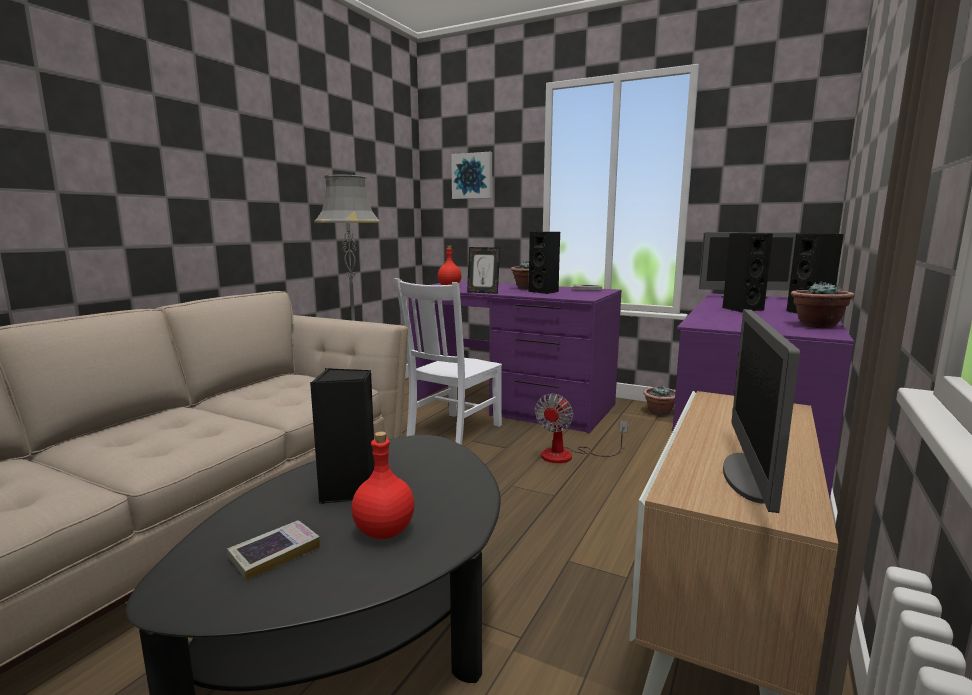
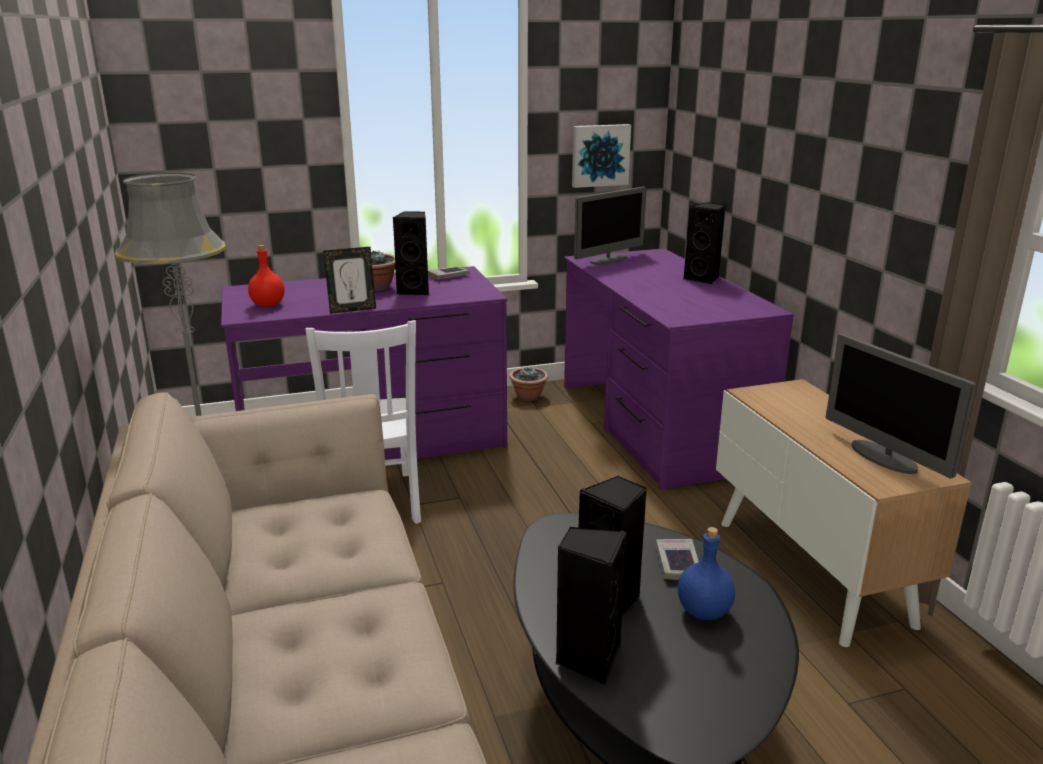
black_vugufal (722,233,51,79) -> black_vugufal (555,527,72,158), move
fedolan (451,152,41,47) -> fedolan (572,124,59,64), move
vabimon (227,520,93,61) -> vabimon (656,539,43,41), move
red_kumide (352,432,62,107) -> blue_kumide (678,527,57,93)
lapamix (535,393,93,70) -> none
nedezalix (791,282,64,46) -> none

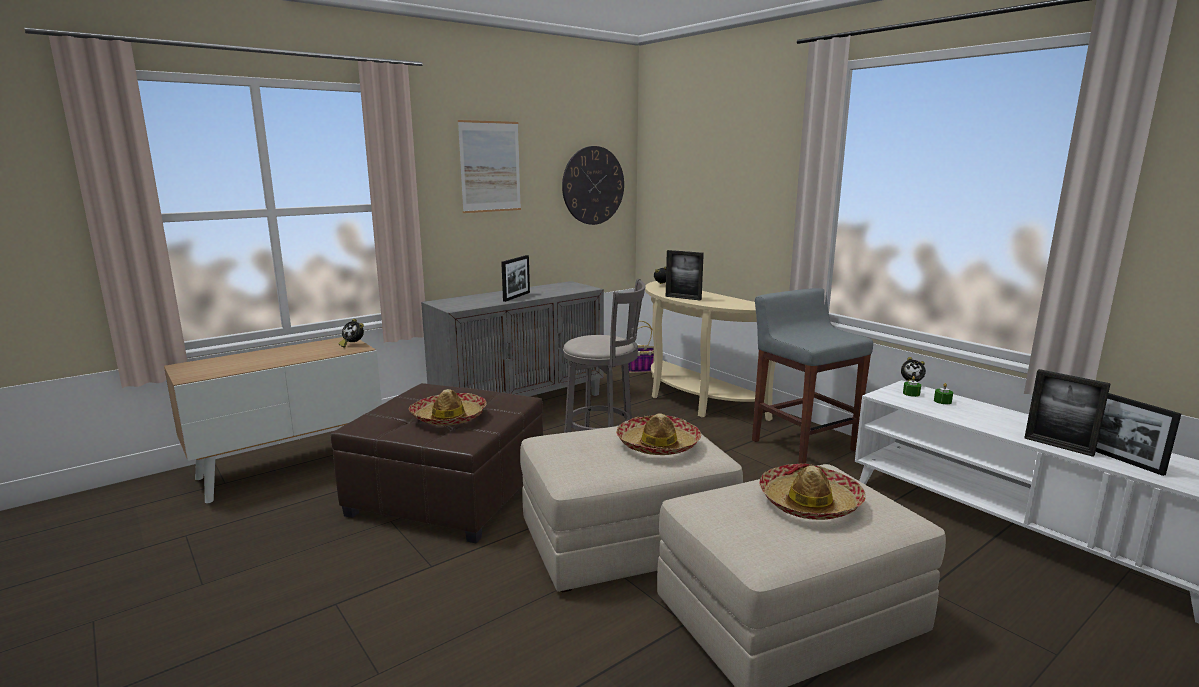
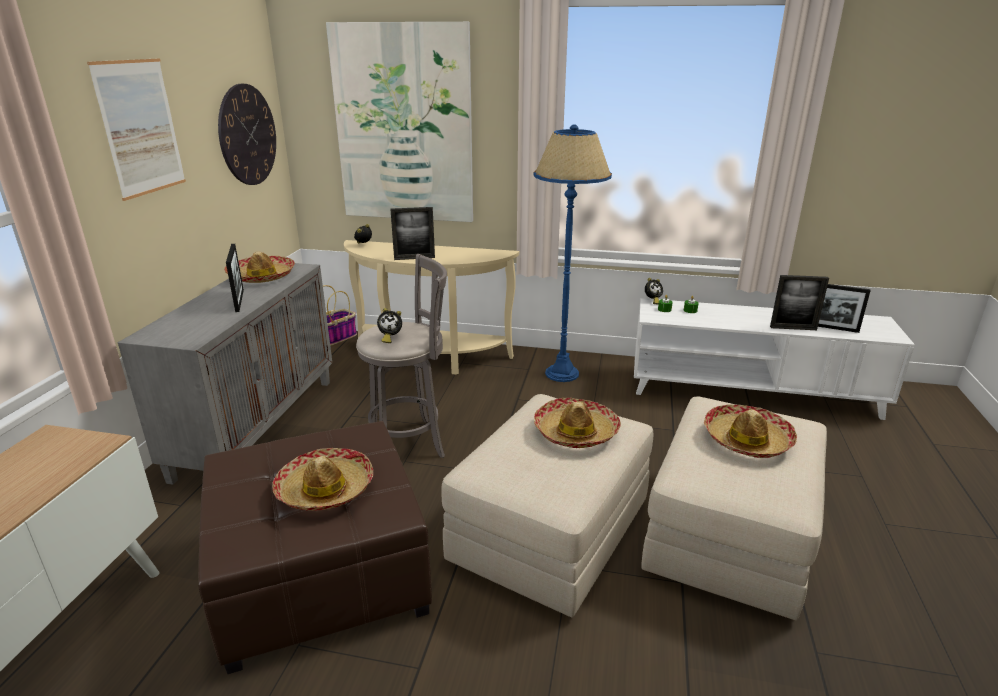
none -> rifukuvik (224,252,71,31)
none -> fedolan (326,22,147,200)
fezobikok (338,319,26,29) -> fezobikok (377,308,25,35), move
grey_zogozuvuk (752,288,121,176) -> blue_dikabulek (534,125,78,257)

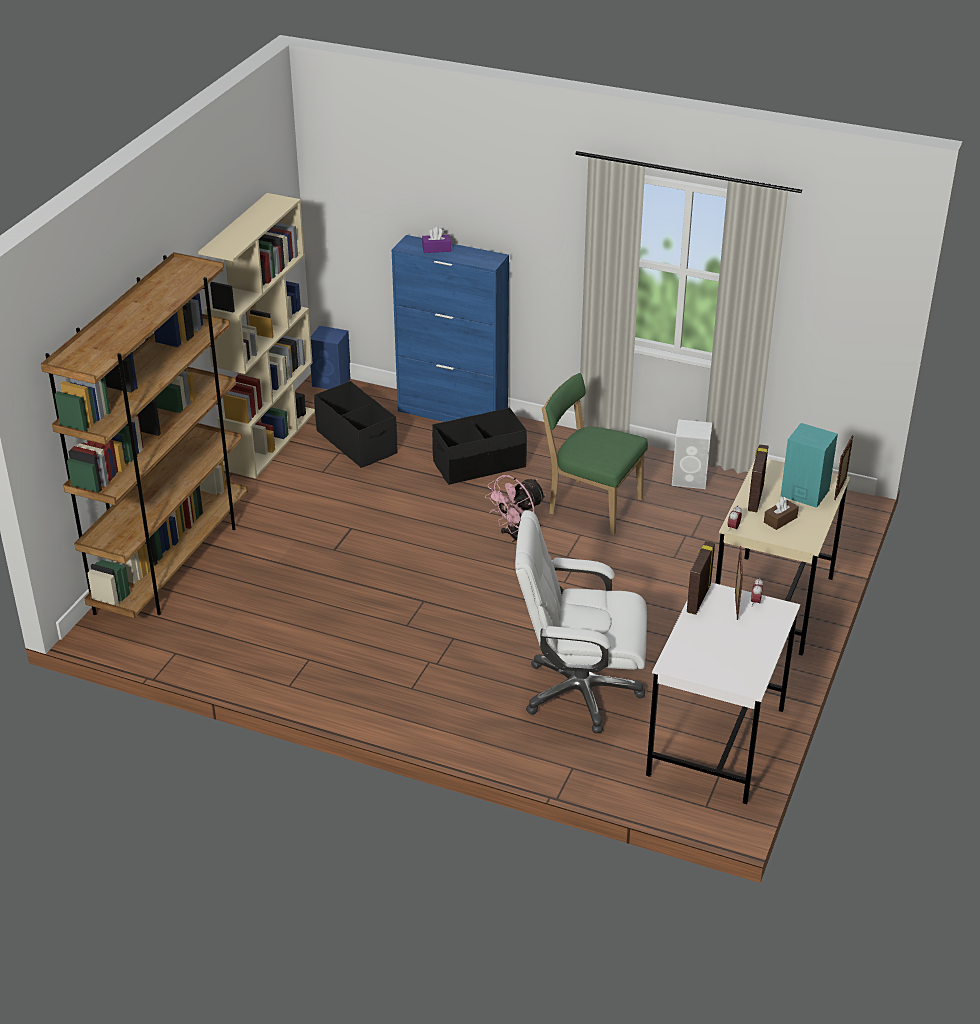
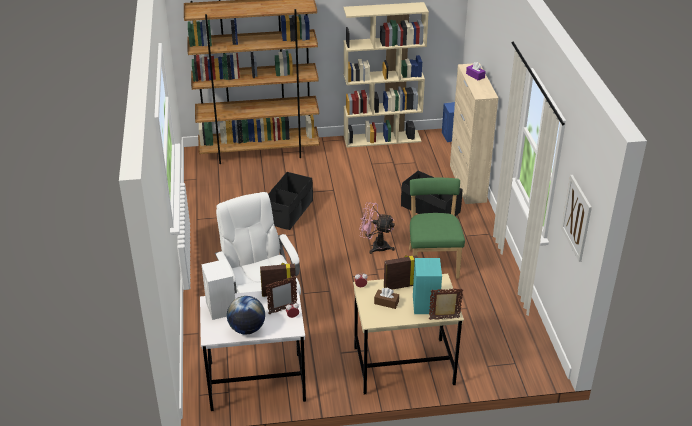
white_vugufal (672,419,40,70) -> white_vugufal (201,259,34,61), move
none -> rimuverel (227,296,38,38)
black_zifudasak (314,381,83,87) -> black_zifudasak (268,172,45,58), move
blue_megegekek (391,235,118,187) -> beige_megegekek (450,63,48,141)
none -> fedolan (561,175,31,87)

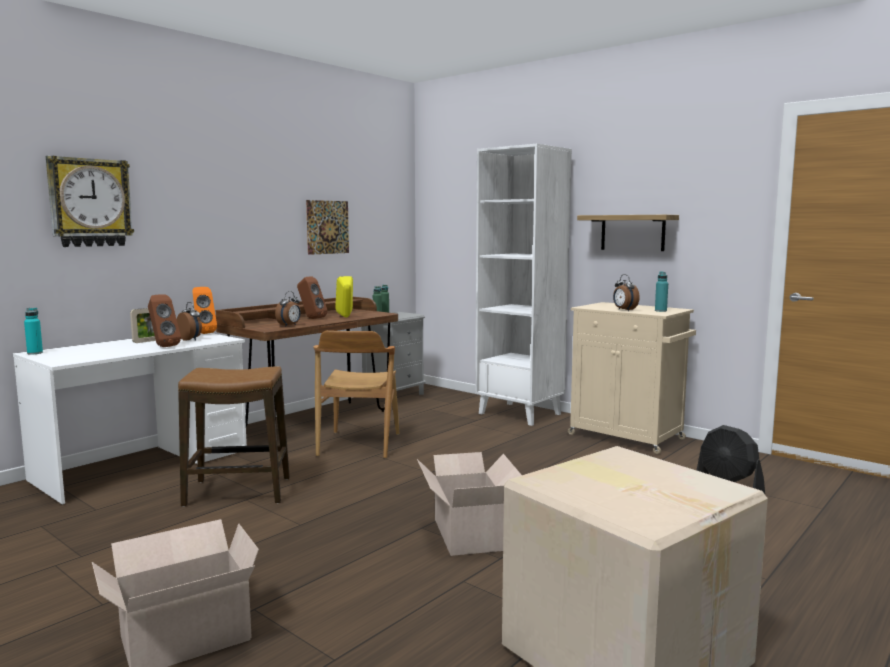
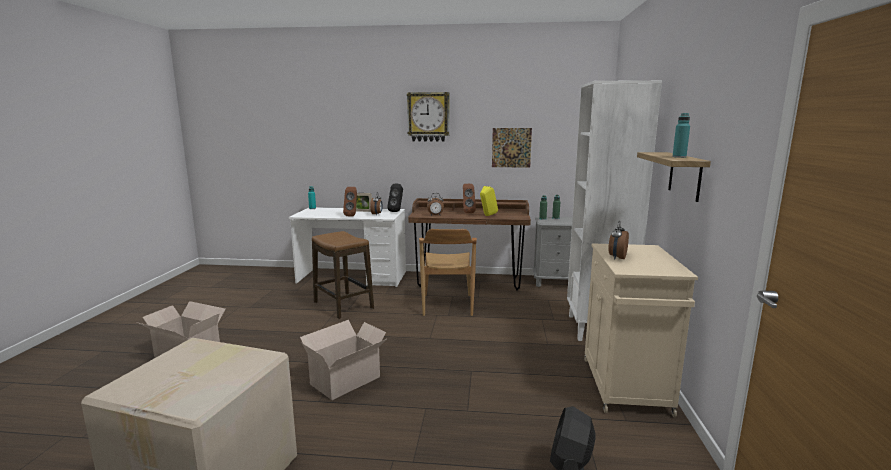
orange_vugufal (192,287,25,47) -> black_vugufal (387,184,16,28)
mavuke (46,156,88,91) -> mavuke (407,92,42,50), move
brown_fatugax (314,330,85,128) -> brown_fatugax (419,229,58,87), 60 degrees counterclockwise
turquoise_kumide (655,272,13,40) -> turquoise_kumide (672,113,18,45), move

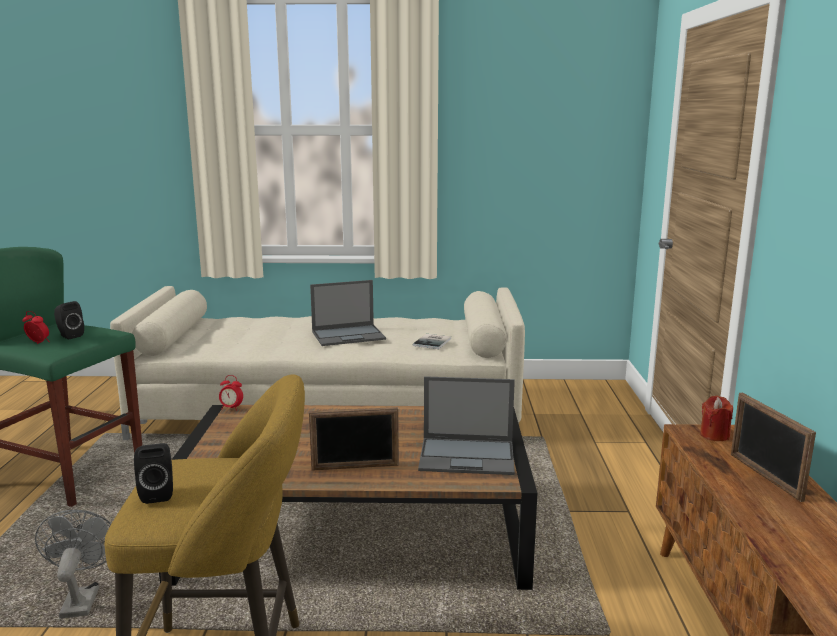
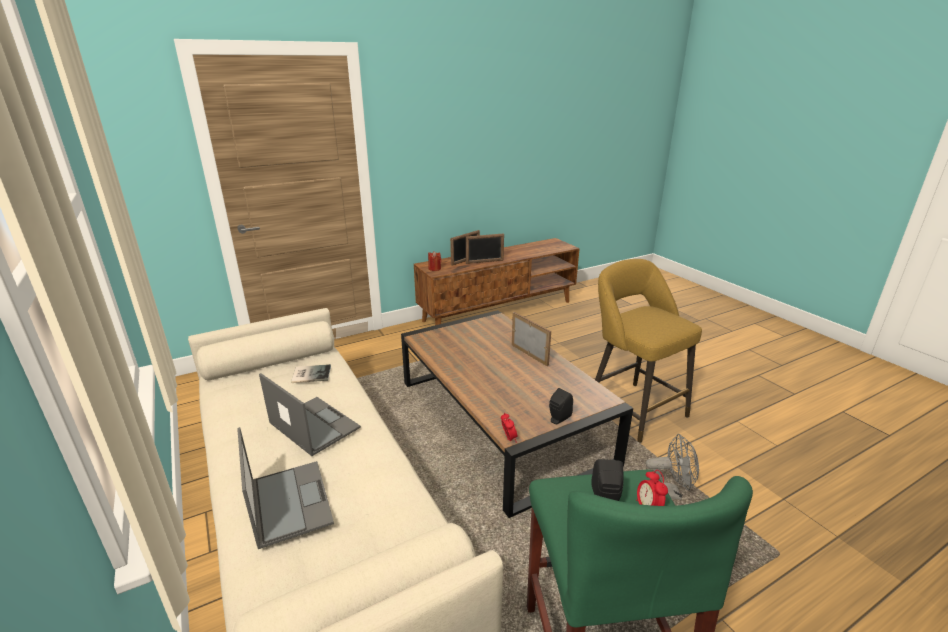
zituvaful (418,376,97,99) -> zituvaful (237,427,97,122), move
none -> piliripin (466,233,38,31)
black_vugufal (134,443,39,61) -> black_vugufal (549,388,24,36), move
grey_lapamix (35,510,76,108) -> grey_lapamix (646,434,53,66), 135 degrees counterclockwise

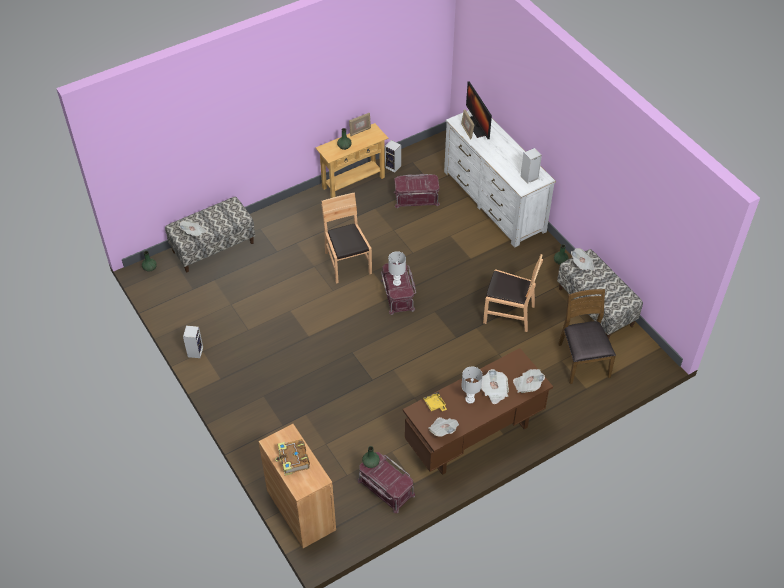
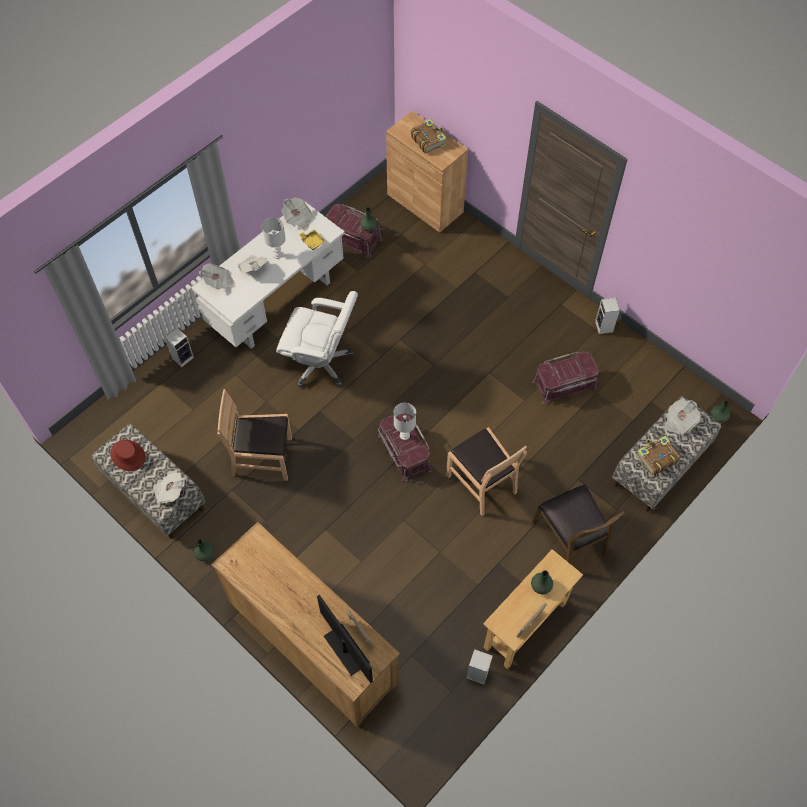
none -> red_rifukuvik (110,440,35,31)
vugufal (521,148,21,36) -> vugufal (165,328,29,39), move
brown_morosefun (403,348,150,127) -> white_morosefun (192,202,153,147)
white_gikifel (444,110,112,138) -> brown_gikifel (211,522,189,205)
none -> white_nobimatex (276,291,82,97)
red_zifudasak (394,174,46,34) -> red_zifudasak (532,351,67,54), move
brown_fatugax (558,289,58,95) -> brown_fatugax (533,484,92,80), move
none -> vabimon (636,436,44,39)

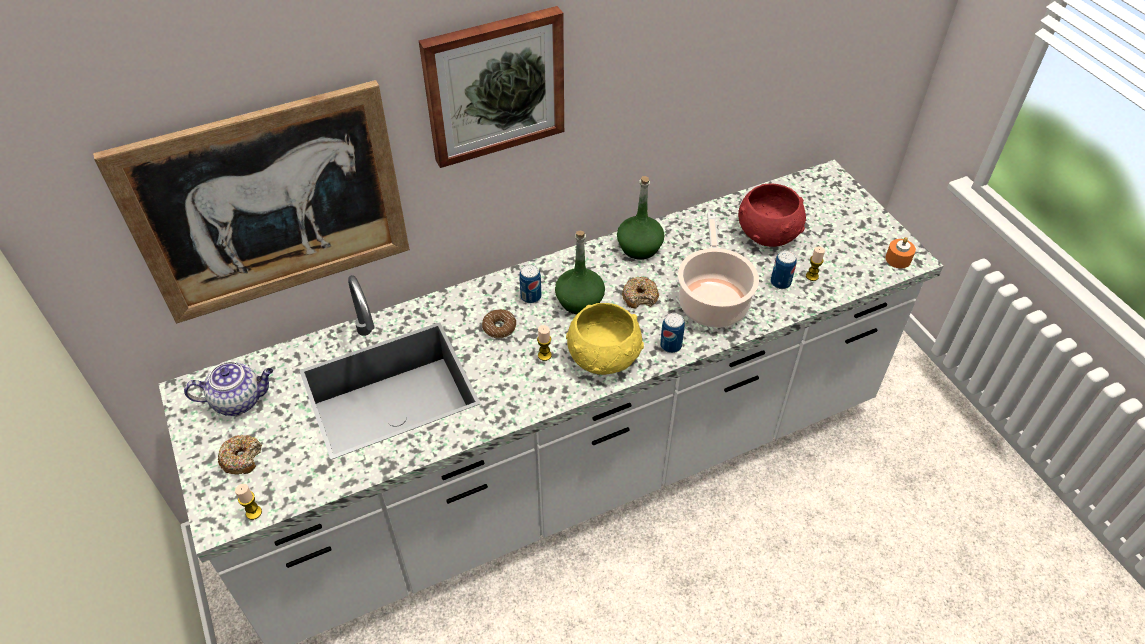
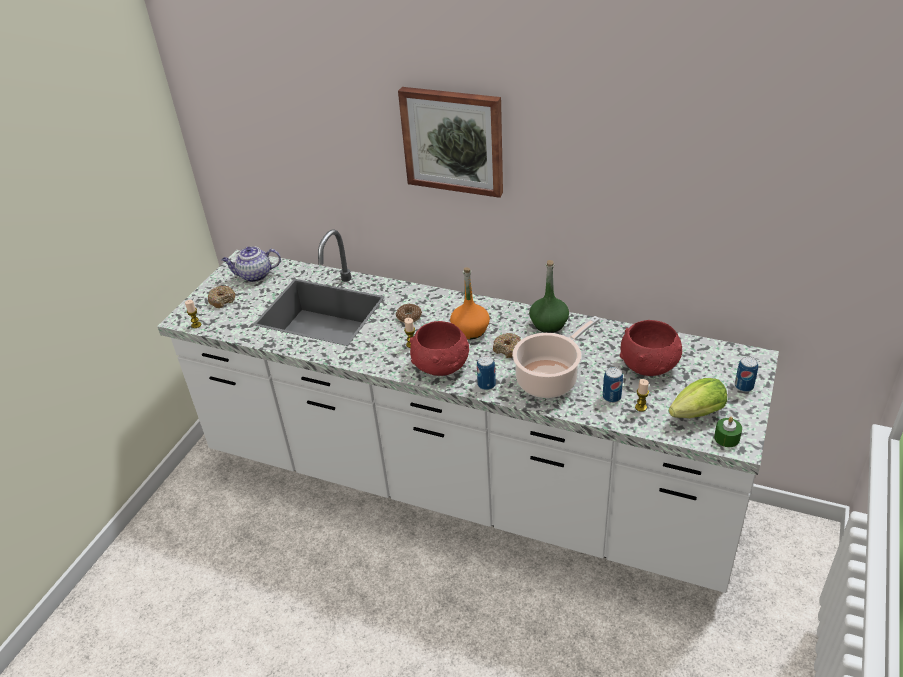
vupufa (184,362,89,54) -> vupufa (222,246,59,36), 135 degrees clockwise
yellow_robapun (566,303,78,72) -> red_robapun (410,321,59,55)
green_kumide (555,230,50,84) -> orange_kumide (450,267,40,72)
none -> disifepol (669,378,58,40)
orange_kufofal (885,237,31,31) -> green_kufofal (714,417,28,30)
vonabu (519,264,22,39) -> vonabu (735,356,23,36), move
fedolan (93,80,317,244) -> none

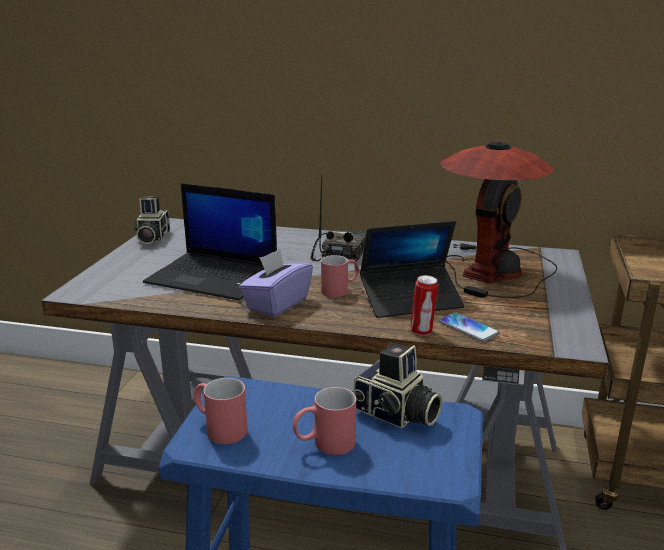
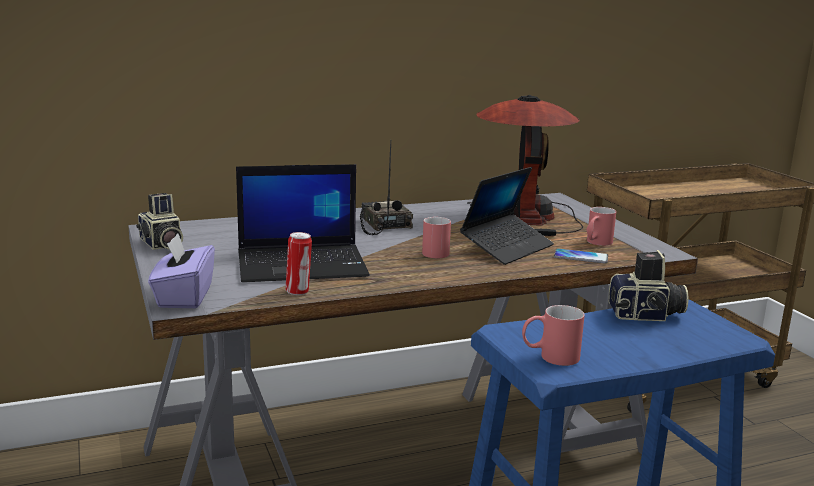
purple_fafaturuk (239,249,74,68) -> purple_fafaturuk (148,233,67,75), move
vonabu (410,275,28,61) -> vonabu (286,232,26,63), move
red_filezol (293,387,63,68) -> red_filezol (586,207,30,39), move

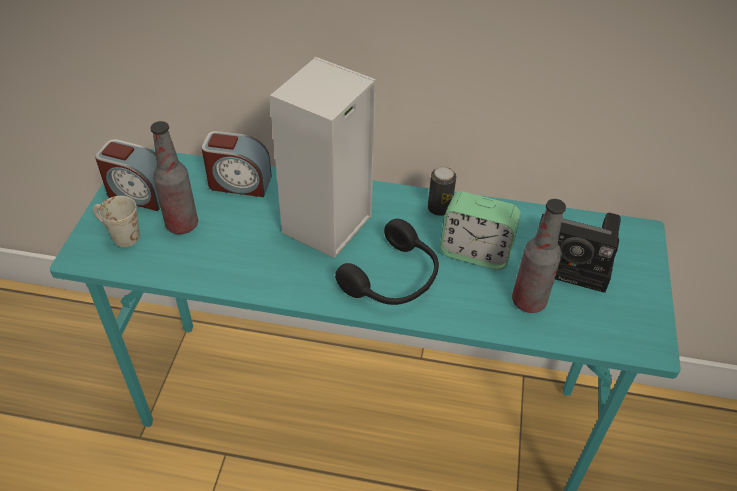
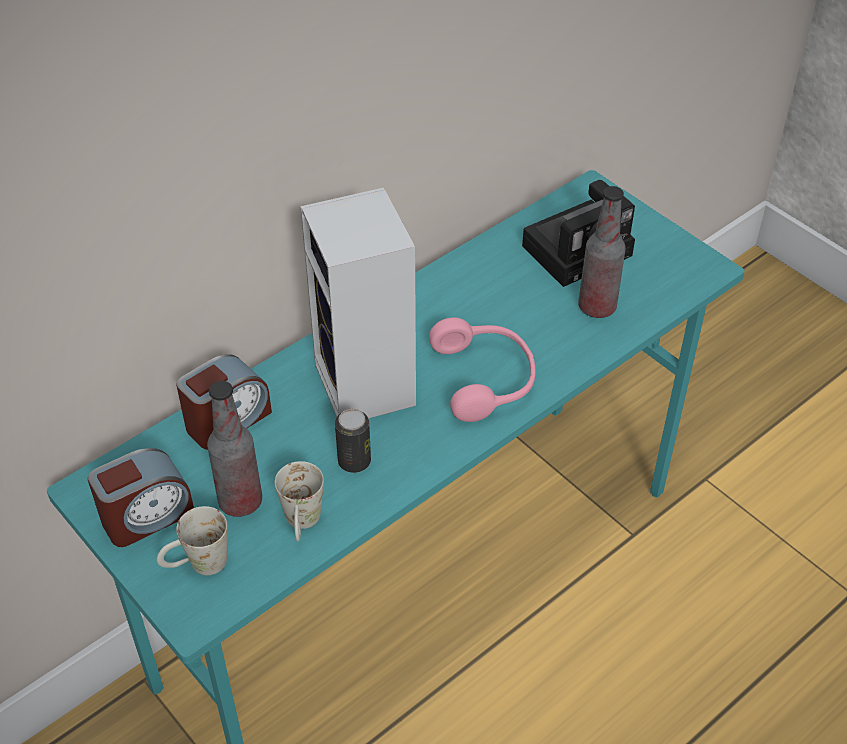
none -> white_filezol (275,461,49,81)
vonabu (428,166,28,50) -> vonabu (335,409,36,64), move
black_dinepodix (335,219,104,86) -> pink_dinepodix (429,317,107,105)
fezobikok (440,192,81,78) -> none

